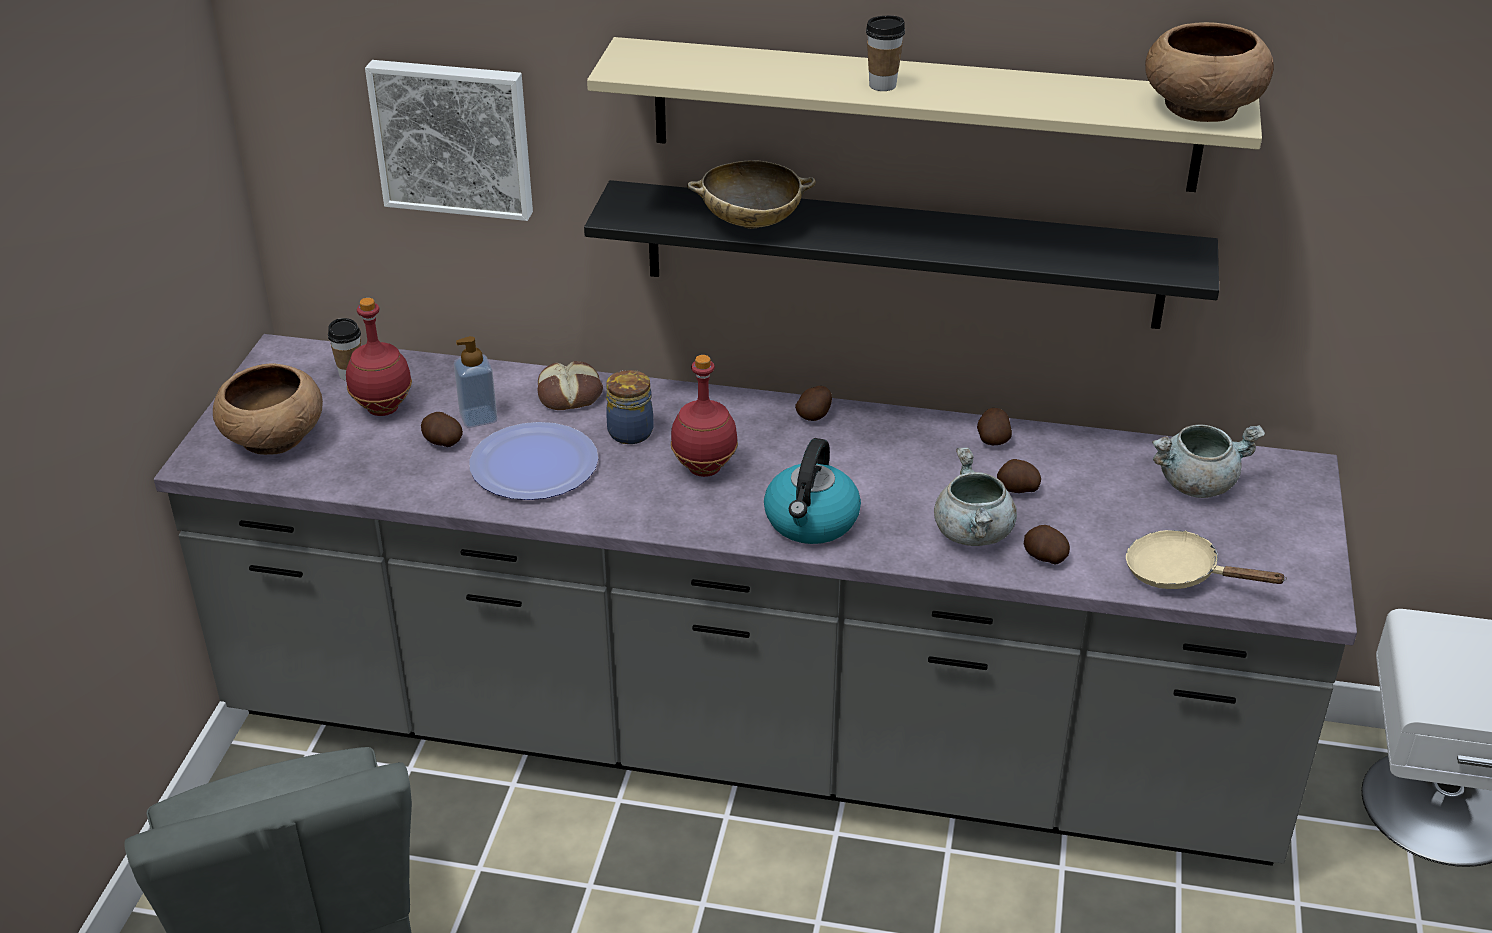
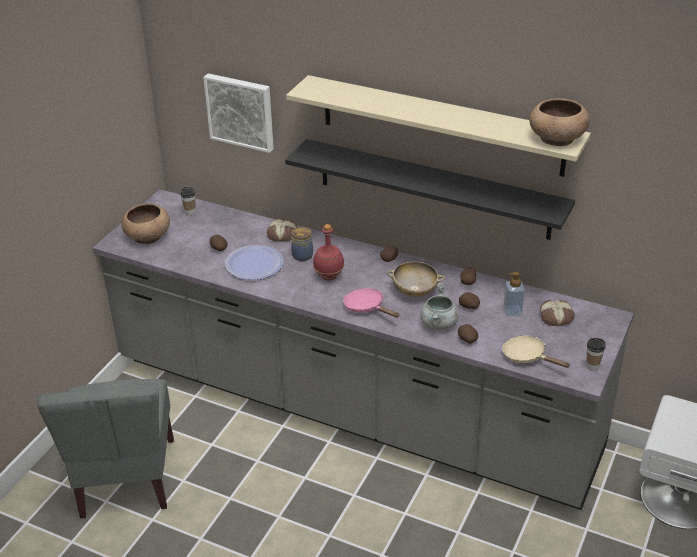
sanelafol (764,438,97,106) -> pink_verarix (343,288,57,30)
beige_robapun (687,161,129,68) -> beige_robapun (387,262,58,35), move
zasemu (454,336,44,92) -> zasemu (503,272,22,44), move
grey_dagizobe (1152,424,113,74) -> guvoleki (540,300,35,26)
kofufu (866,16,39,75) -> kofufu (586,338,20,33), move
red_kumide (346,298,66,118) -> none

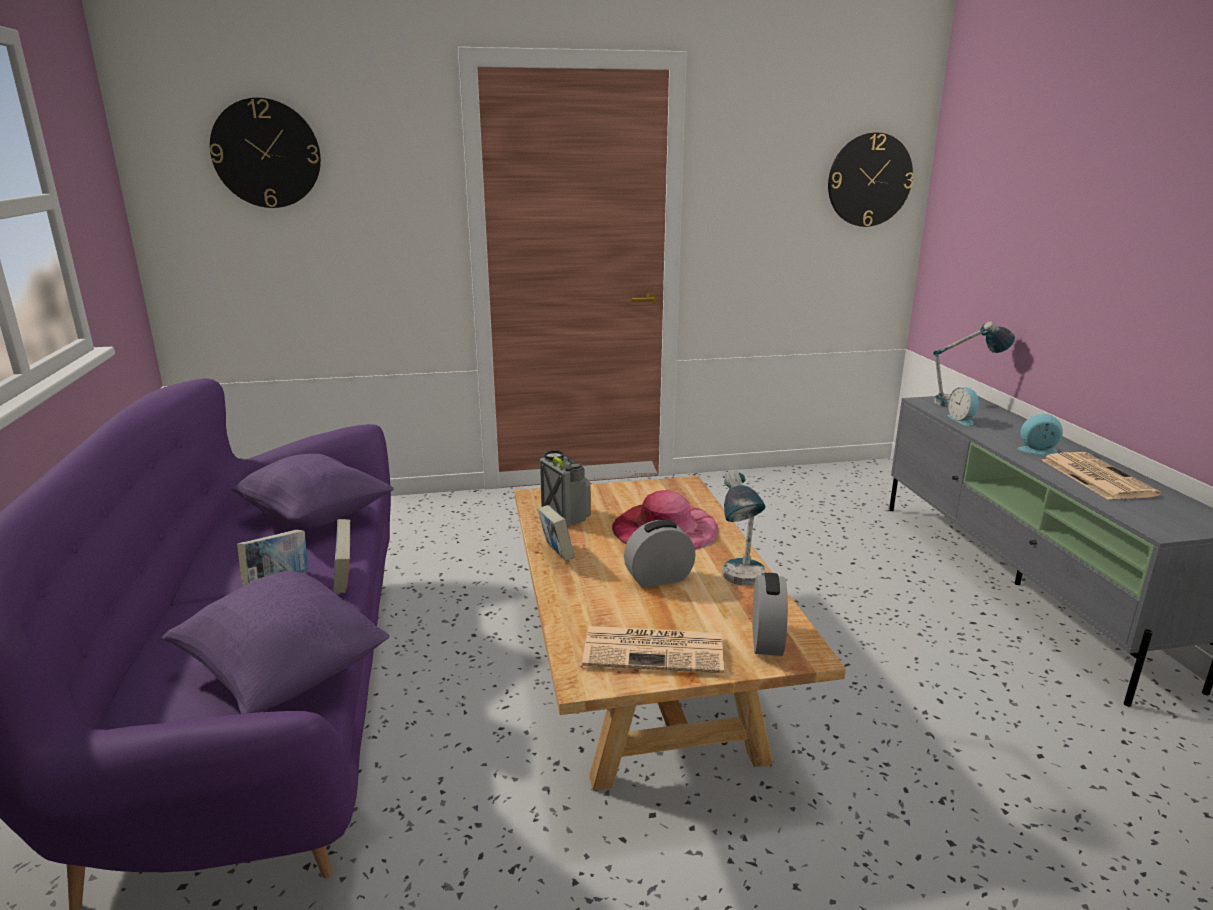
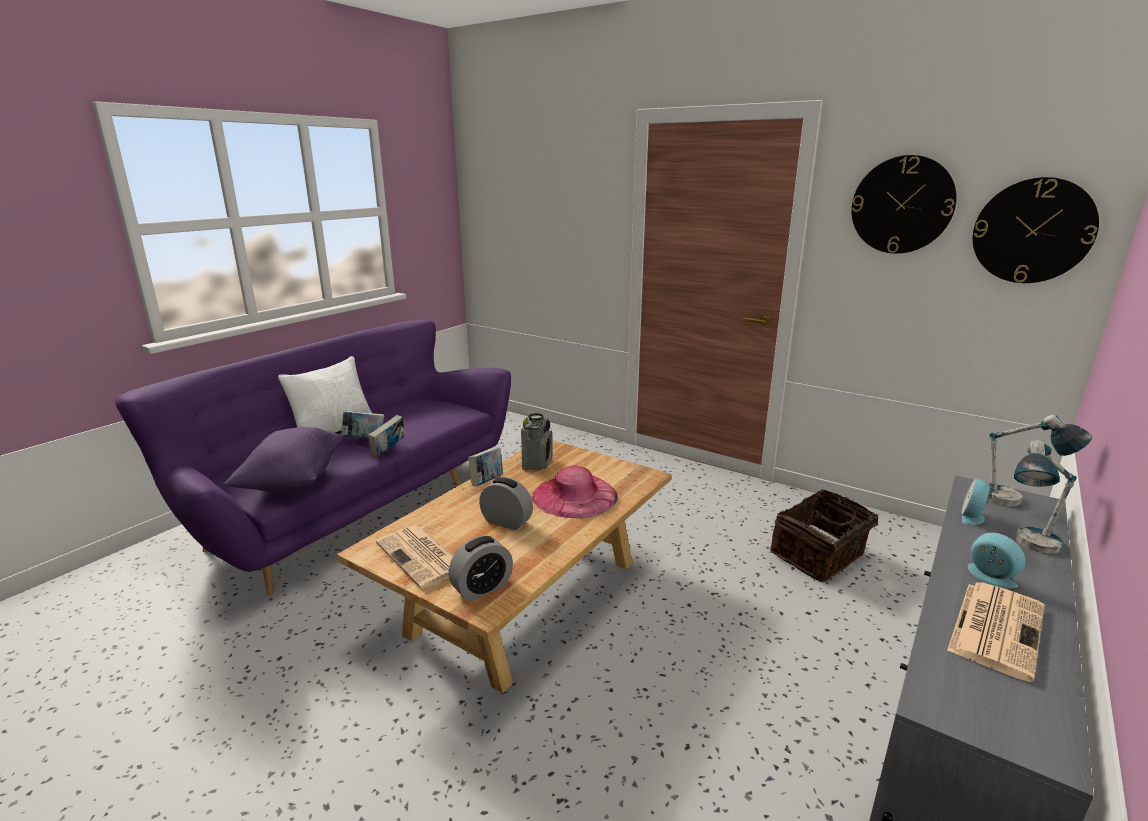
none -> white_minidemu (278,356,94,77)
none -> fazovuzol (770,489,121,93)
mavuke (210,98,111,110) -> mavuke (852,155,105,99), move
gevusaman (723,470,43,116) -> gevusaman (1014,440,62,114), move
purple_minidemu (231,454,163,75) -> none

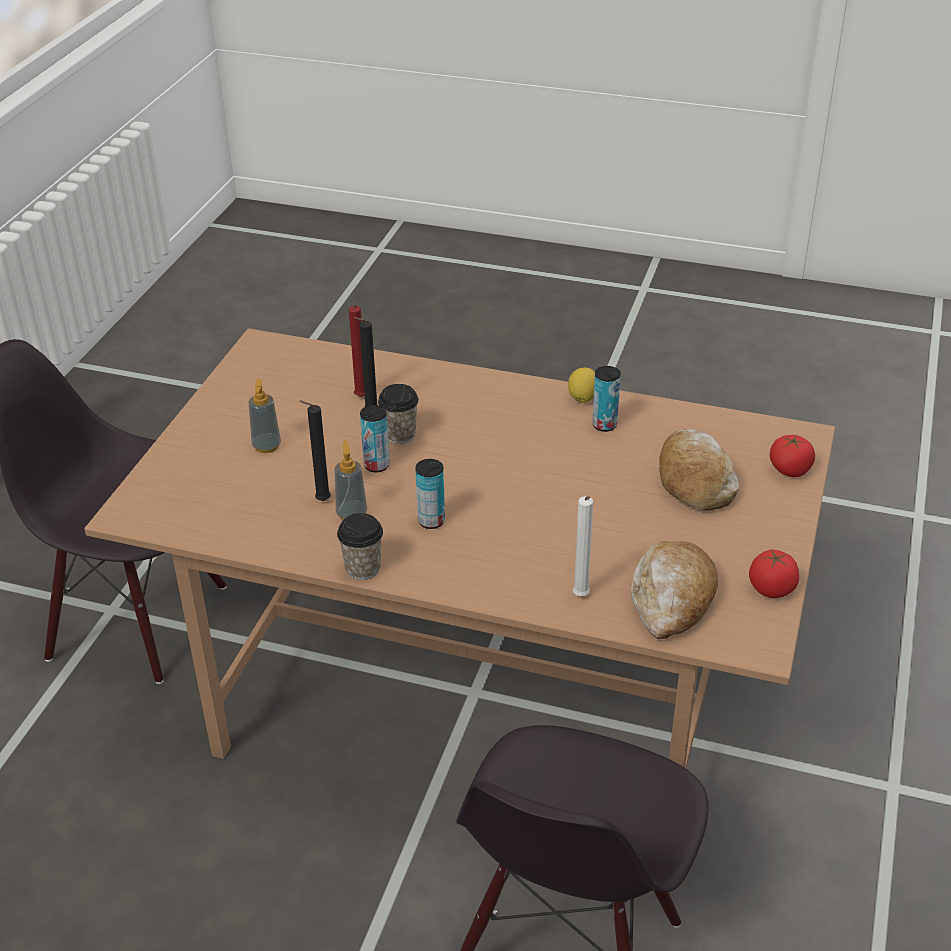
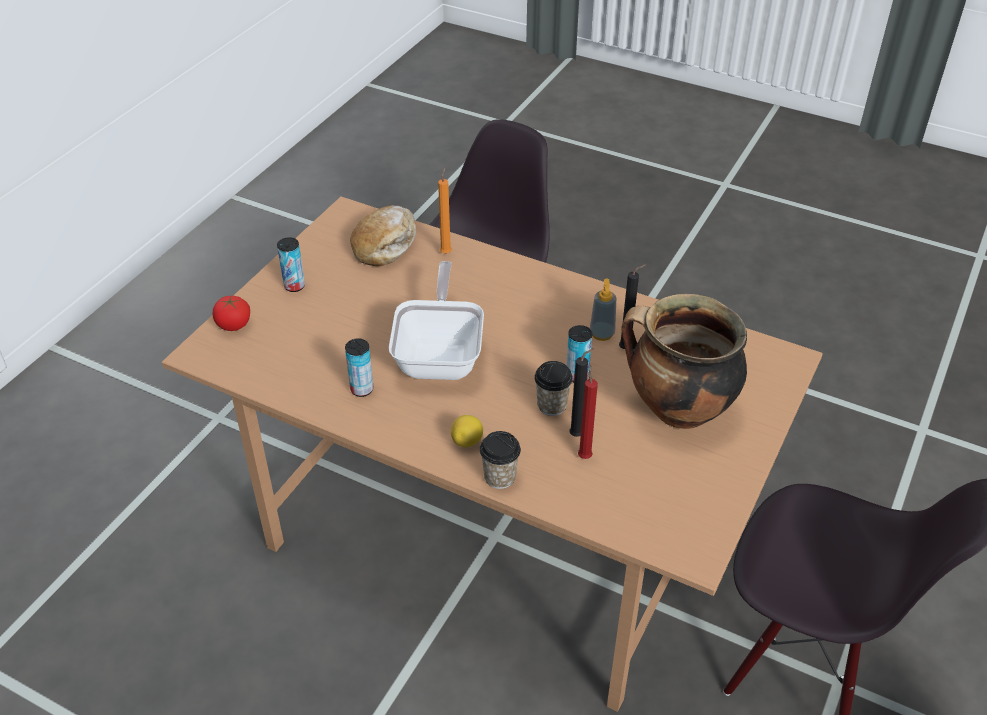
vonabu (415,459,30,70) -> vonabu (277,237,28,55), move
none -> verarix (389,261,95,119)
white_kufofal (573,496,20,100) -> orange_kufofal (438,167,14,87)
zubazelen (568,368,27,35) -> zubazelen (451,415,32,32), move
kofufu (337,513,46,67) -> kofufu (480,431,41,58), move
zasemu (248,379,33,74) -> dagizobe (622,294,125,135)
guvoleki (659,429,80,82) -> none
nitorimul (749,550,50,48) -> none

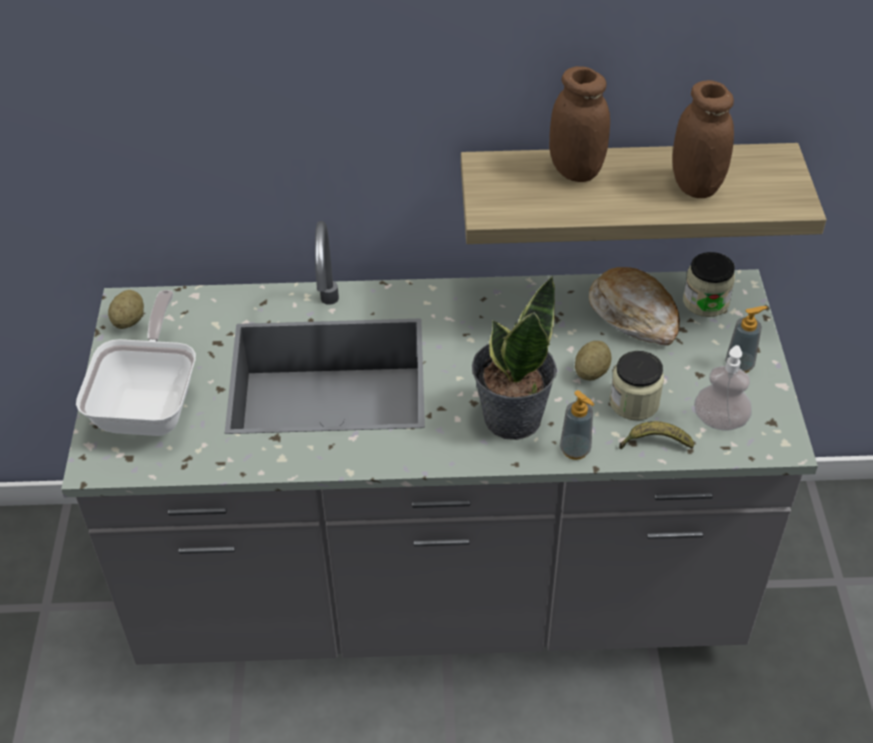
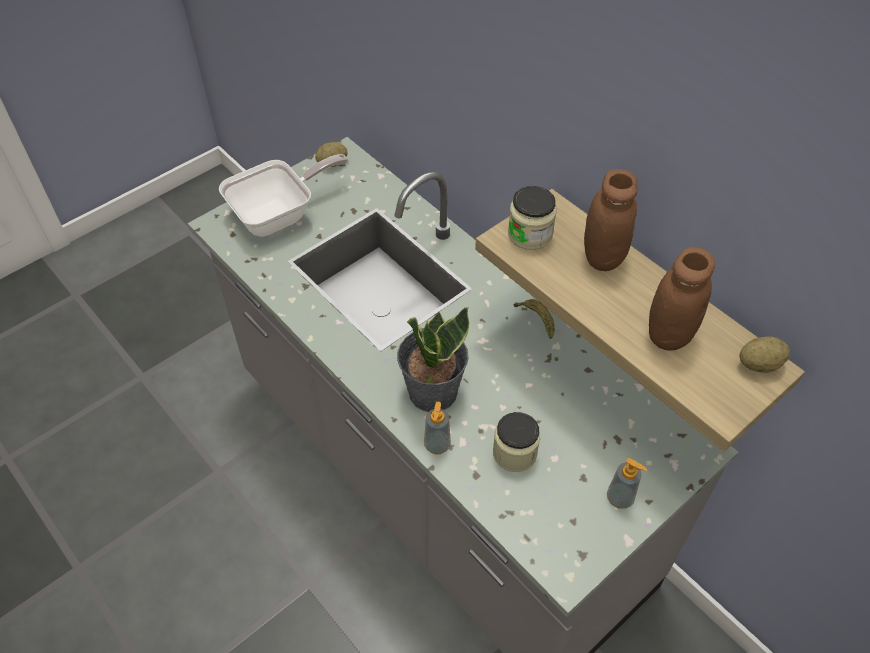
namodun (683,252,52,65) -> namodun (508,186,49,64), move
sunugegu (619,421,75,28) -> sunugegu (514,299,41,40), move
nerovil (575,341,37,39) -> nerovil (739,336,51,37), move
guvoleki (589,267,91,78) -> none
zasemu (694,345,58,86) -> none

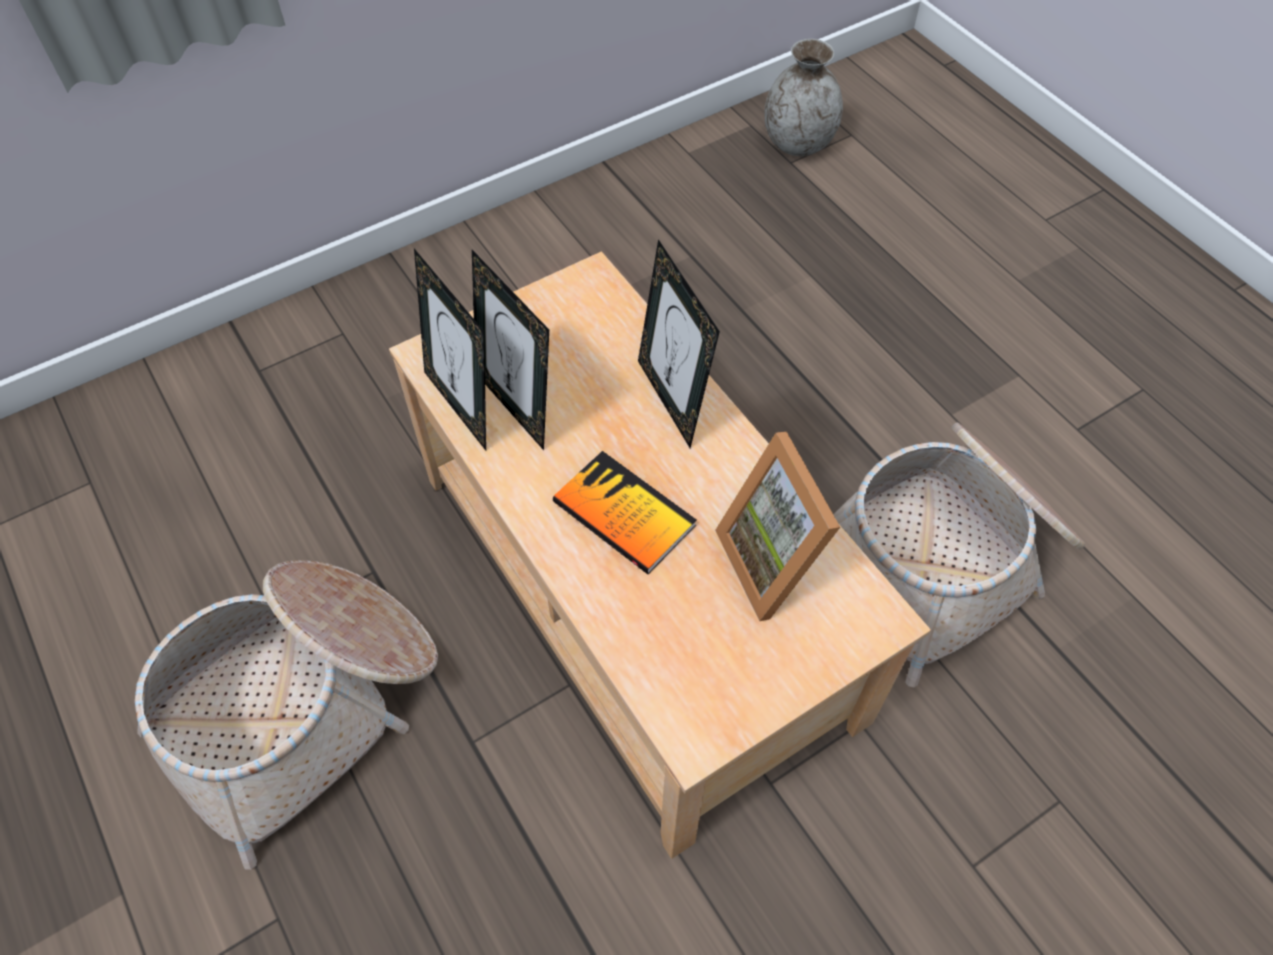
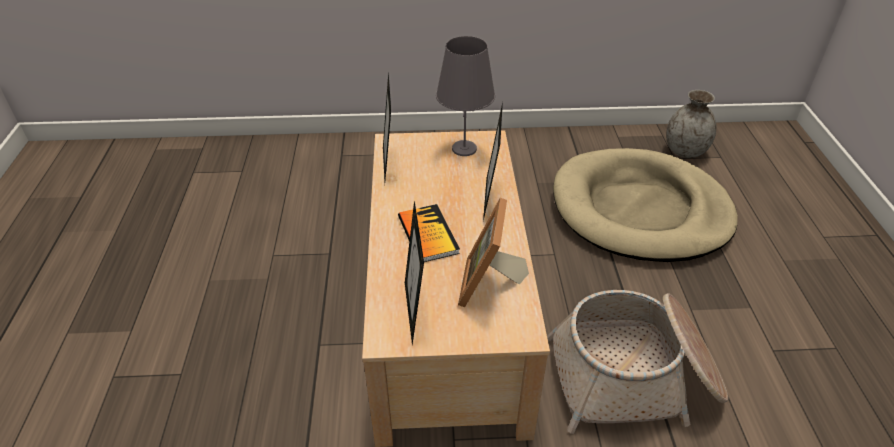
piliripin (472,250,77,200) -> piliripin (405,201,19,144), move
none -> grey_gevusaman (436,36,59,120)
none -> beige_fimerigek (553,148,185,114)
fazovuzol (135,560,303,310) -> none

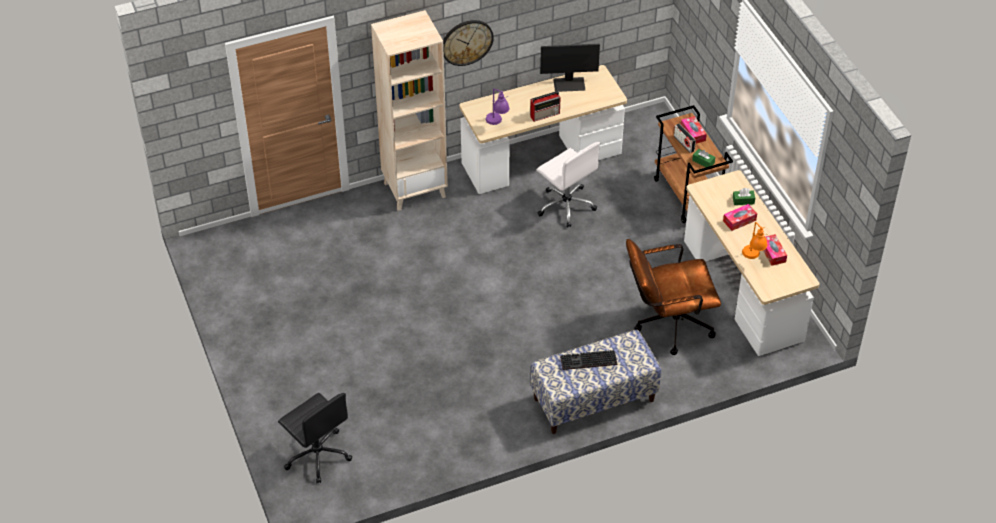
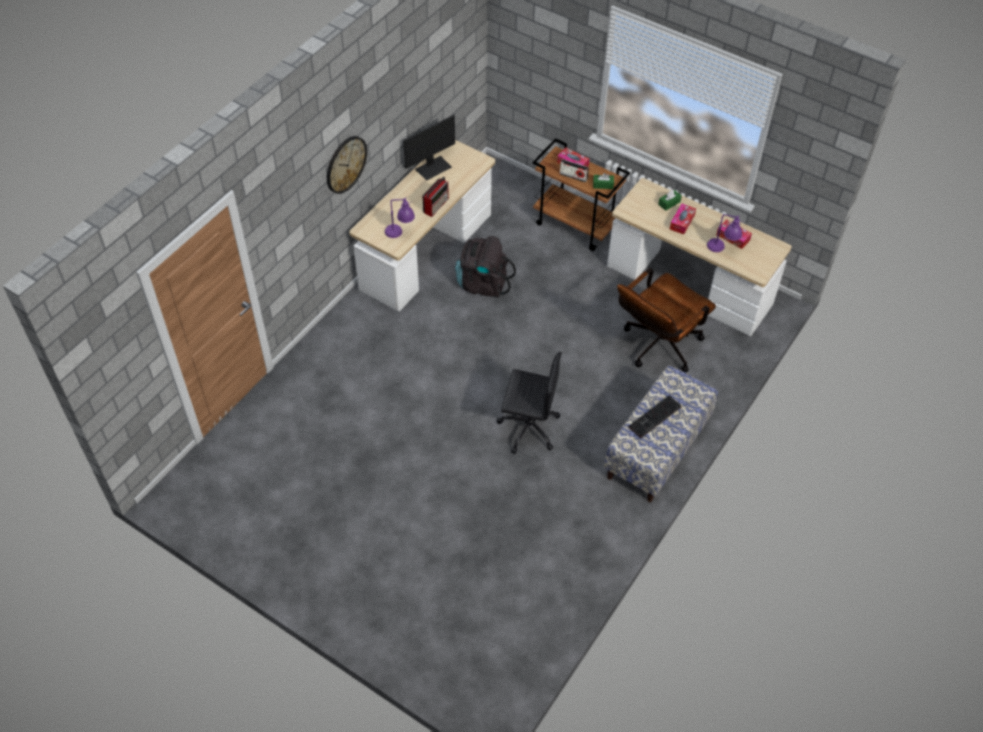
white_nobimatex (537,142,63,85) -> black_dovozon (455,236,61,62)
black_nobimatex (278,393,74,90) -> black_nobimatex (497,352,65,102), move
orange_gevusaman (742,222,25,37) -> purple_gevusaman (707,214,36,38)
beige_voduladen (371,10,77,201) -> none

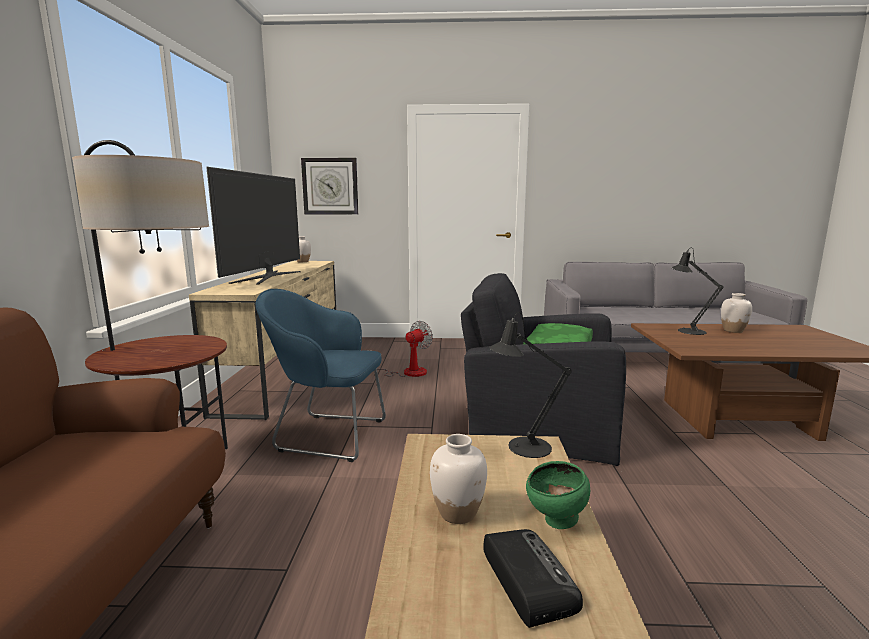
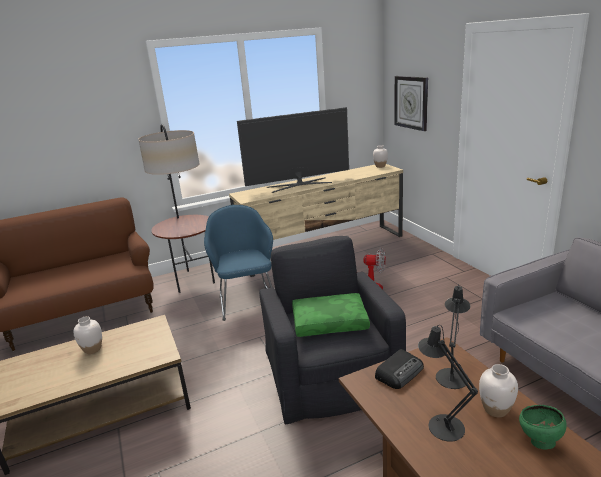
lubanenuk (483,529,100,99) -> lubanenuk (375,349,49,40), move
black_gevusaman (489,312,83,146) -> black_gevusaman (418,325,60,117), move
green_robapun (526,461,64,68) -> green_robapun (519,405,48,44), move

